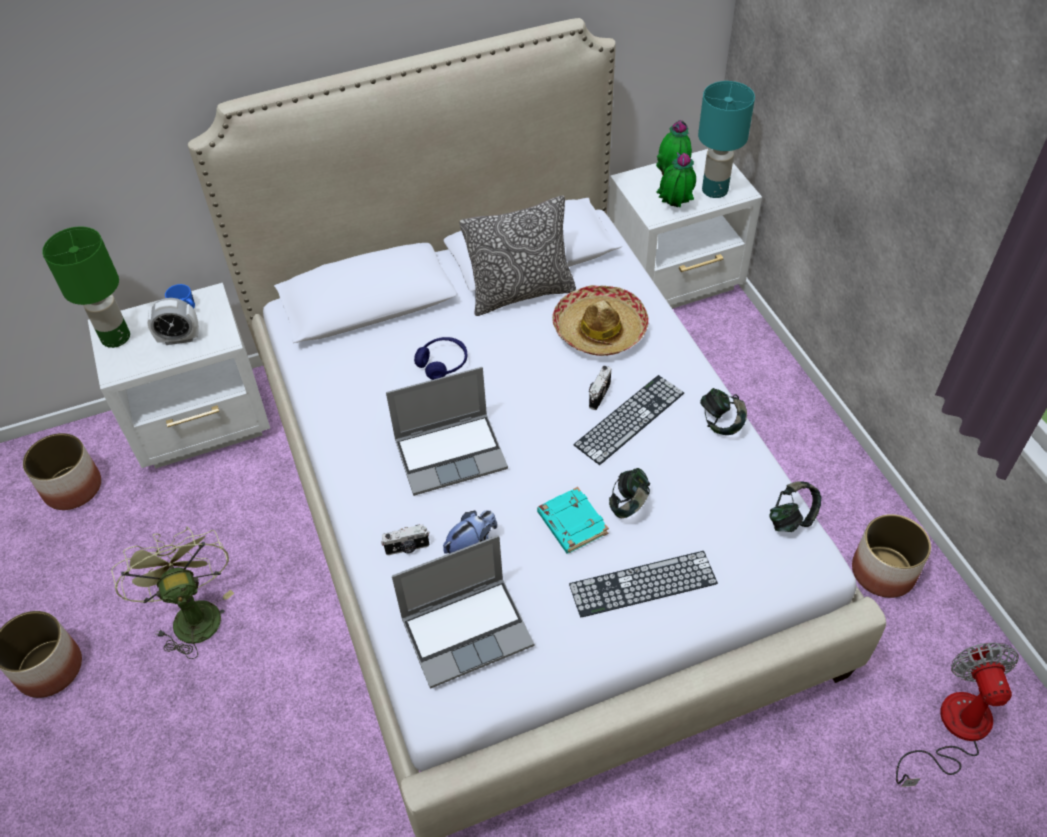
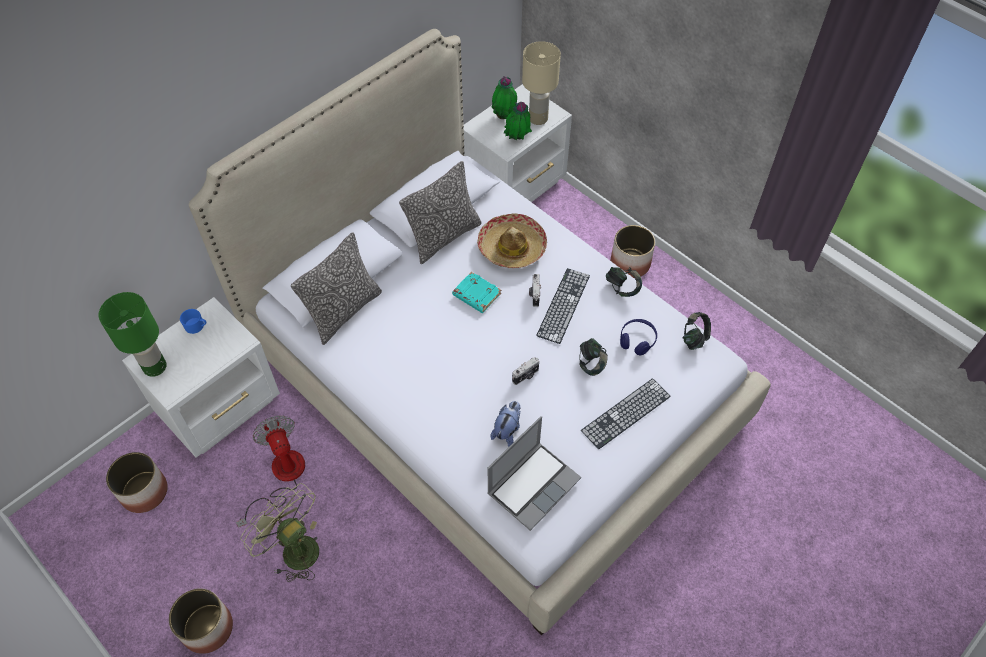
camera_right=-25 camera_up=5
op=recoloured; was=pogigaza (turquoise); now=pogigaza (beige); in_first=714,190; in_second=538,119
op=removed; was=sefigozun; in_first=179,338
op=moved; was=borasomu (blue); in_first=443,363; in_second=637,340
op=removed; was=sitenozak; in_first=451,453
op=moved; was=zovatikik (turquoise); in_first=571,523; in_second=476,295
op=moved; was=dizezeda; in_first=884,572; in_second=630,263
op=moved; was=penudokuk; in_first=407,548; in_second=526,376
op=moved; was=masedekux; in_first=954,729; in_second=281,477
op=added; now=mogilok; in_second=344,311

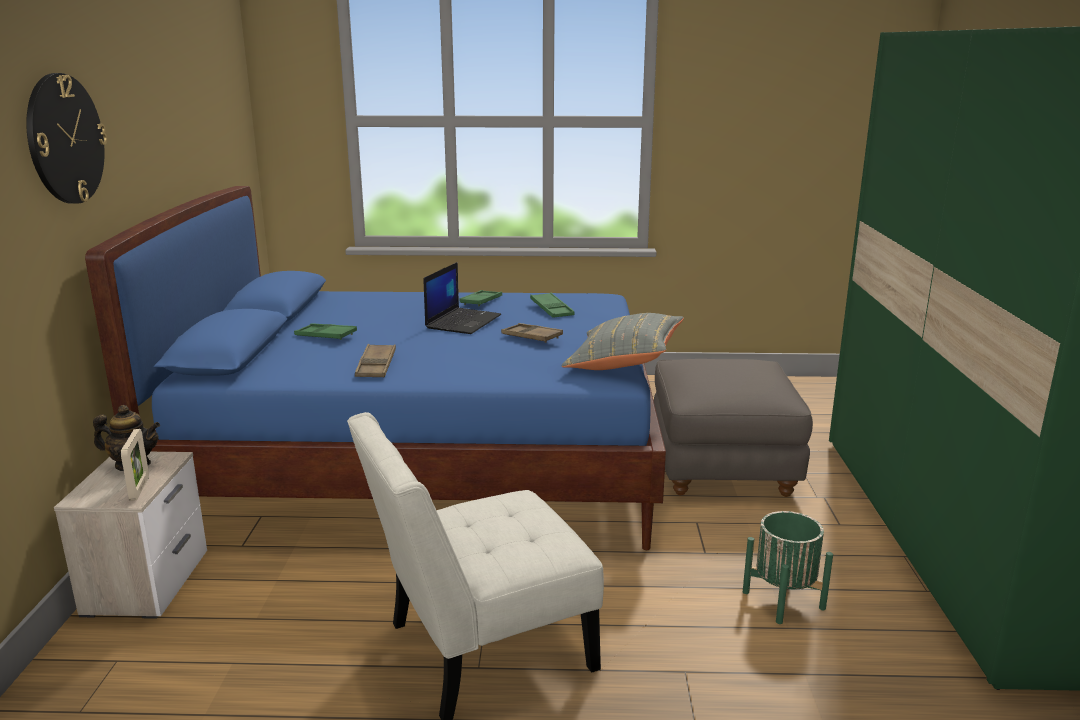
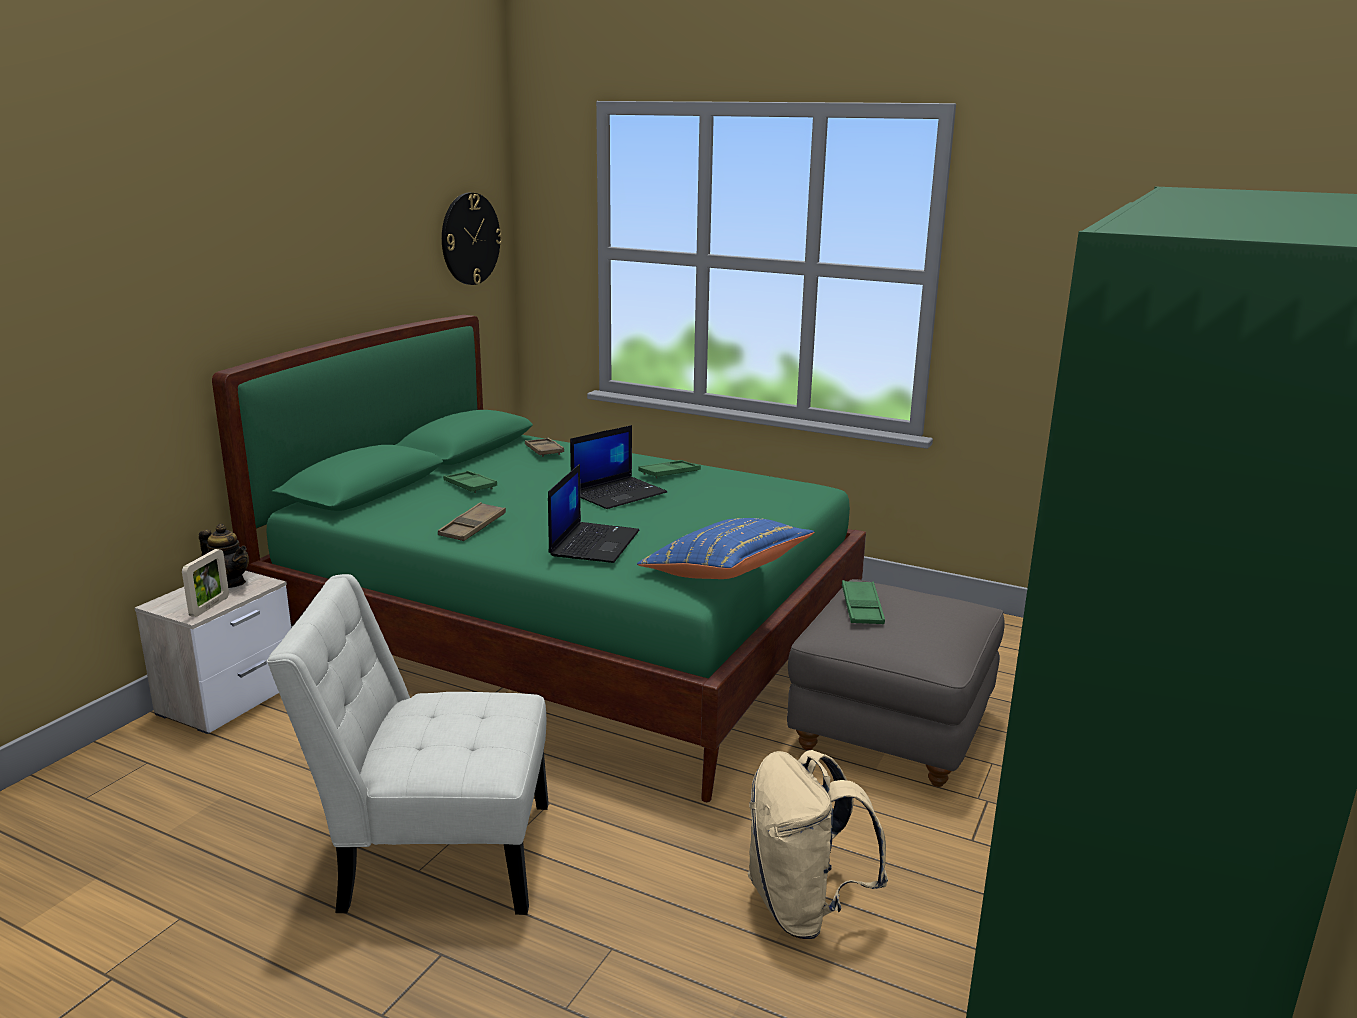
camera_right=25 camera_up=0
op=moved; was=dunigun; in_first=65,139; in_second=470,239
op=recoloured; was=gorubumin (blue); now=gorubumin (green); in_first=425,463; in_second=568,643
op=moved; was=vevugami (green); in_first=551,309; in_second=862,608
op=recoloured; was=mogilok (grey); now=mogilok (blue); in_first=623,362; in_second=725,573
op=moved; was=vevugami (brown); in_first=531,337; in_second=544,451
op=replaced; was=dizezeda (green); now=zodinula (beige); in_first=783,600; in_second=804,907
op=added; now=sitenozak; in_second=594,543

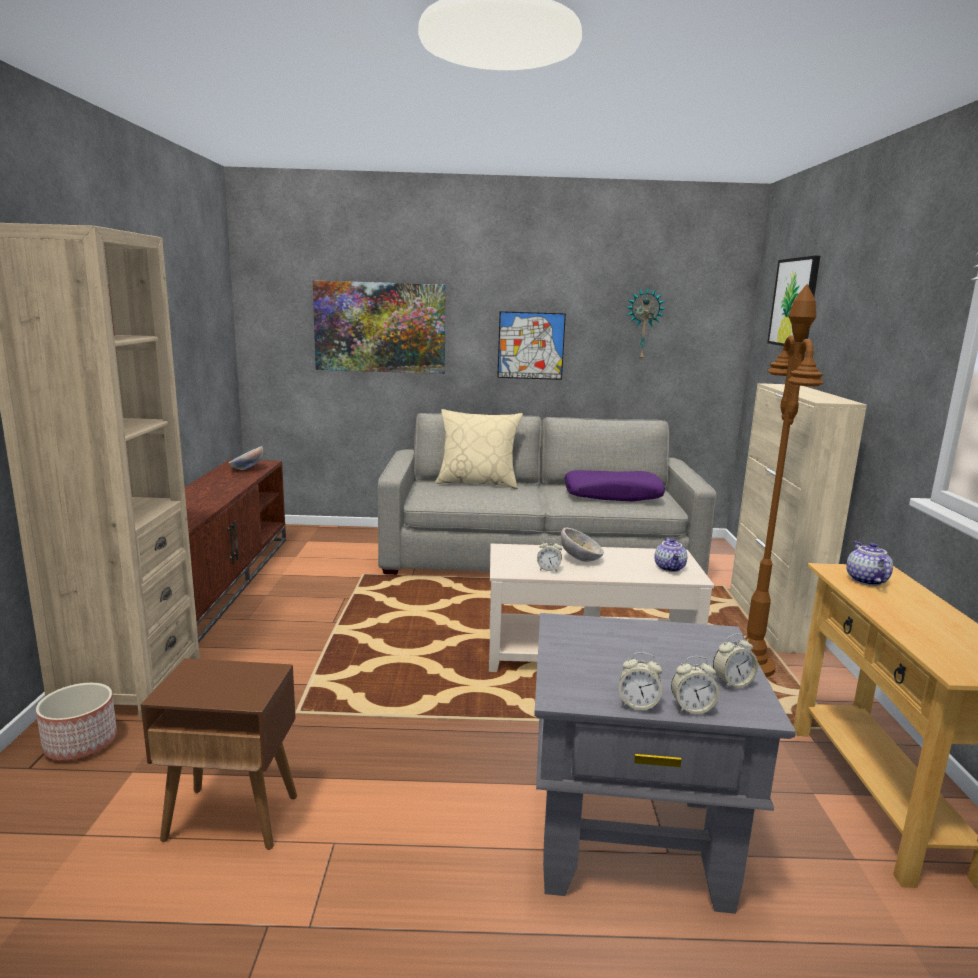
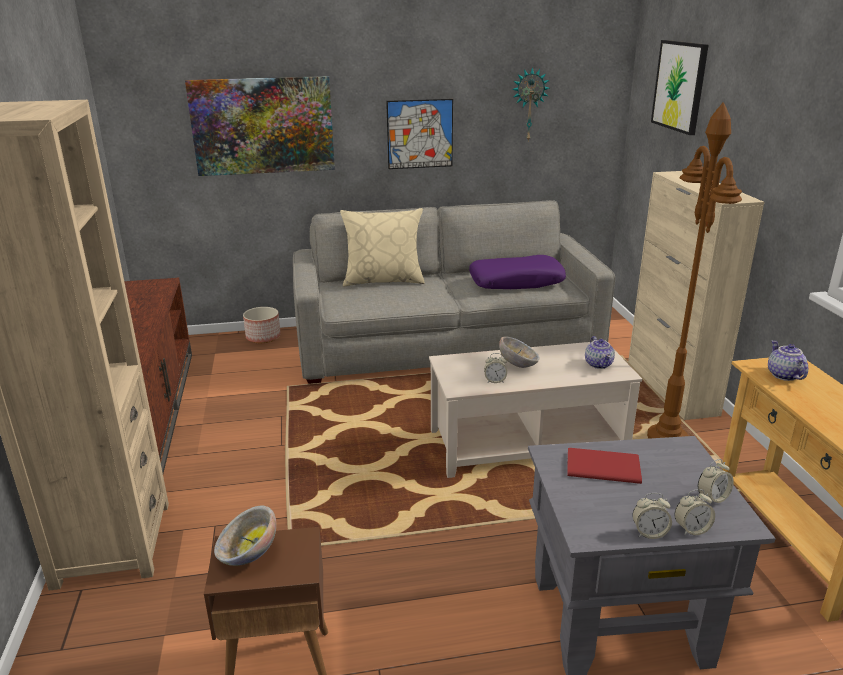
camera_right=-10 camera_up=10
op=moved; was=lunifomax; in_first=246,469; in_second=248,555
op=moved; was=dizezeda; in_first=82,743; in_second=263,337
op=added; now=zovatikik (red); in_second=601,466

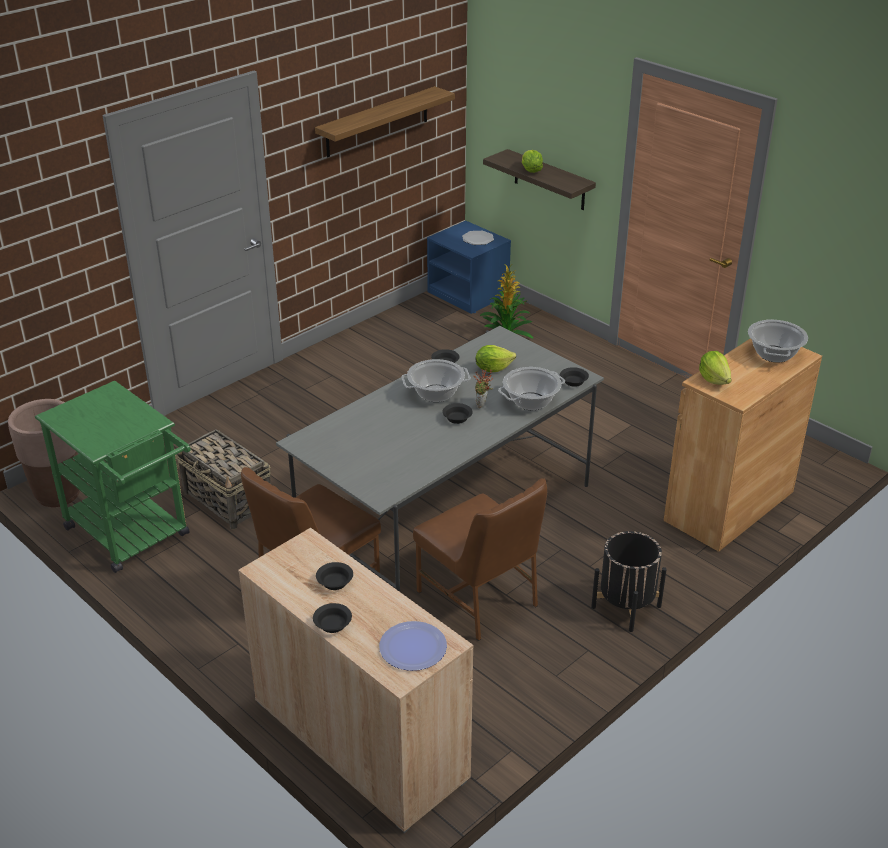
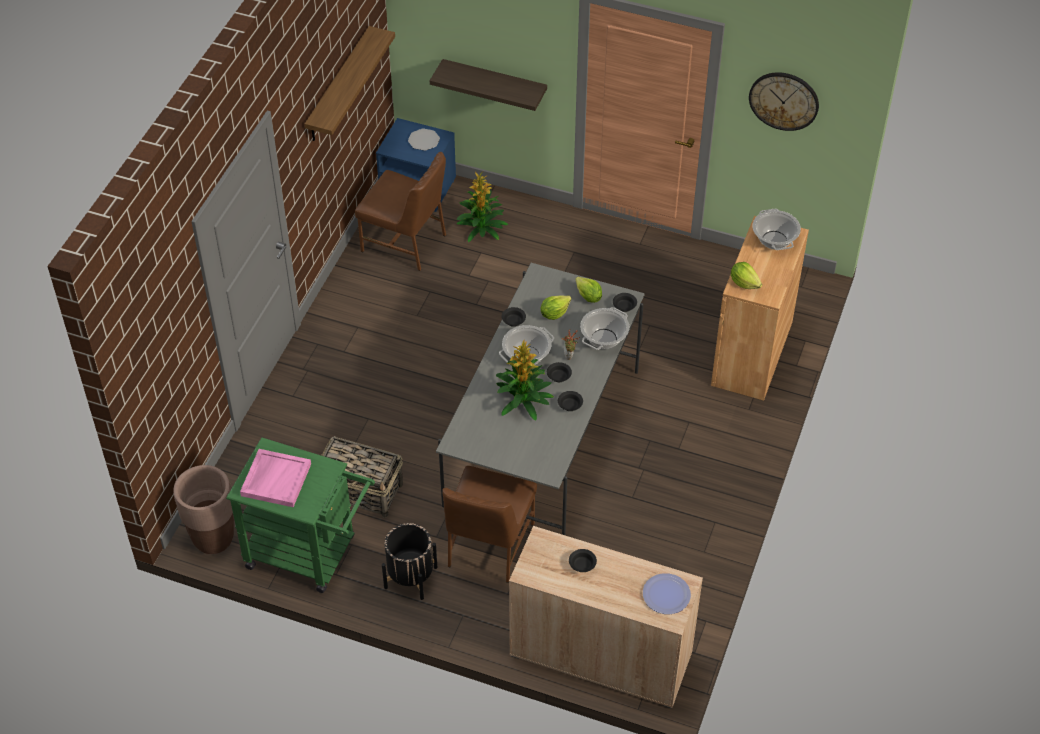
camera_right=-25 camera_up=15
op=moved; was=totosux; in_first=531,170; in_second=588,297
op=moved; was=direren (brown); in_first=479,599; in_second=405,243
op=moved; was=dizezeda (black); in_first=626,606; in_second=410,577
op=moved; was=lunifomax (black); in_first=332,625; in_second=570,405
op=added; now=dunigun; in_second=784,100
op=added; now=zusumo; in_second=523,400
op=added; now=vevugami (pink); in_second=276,479

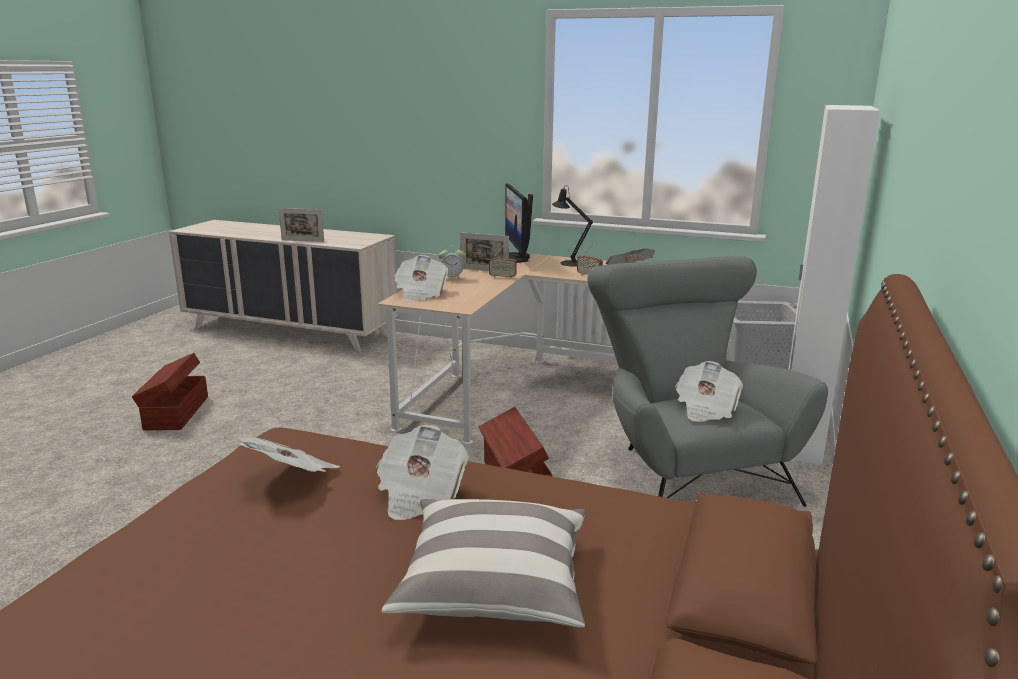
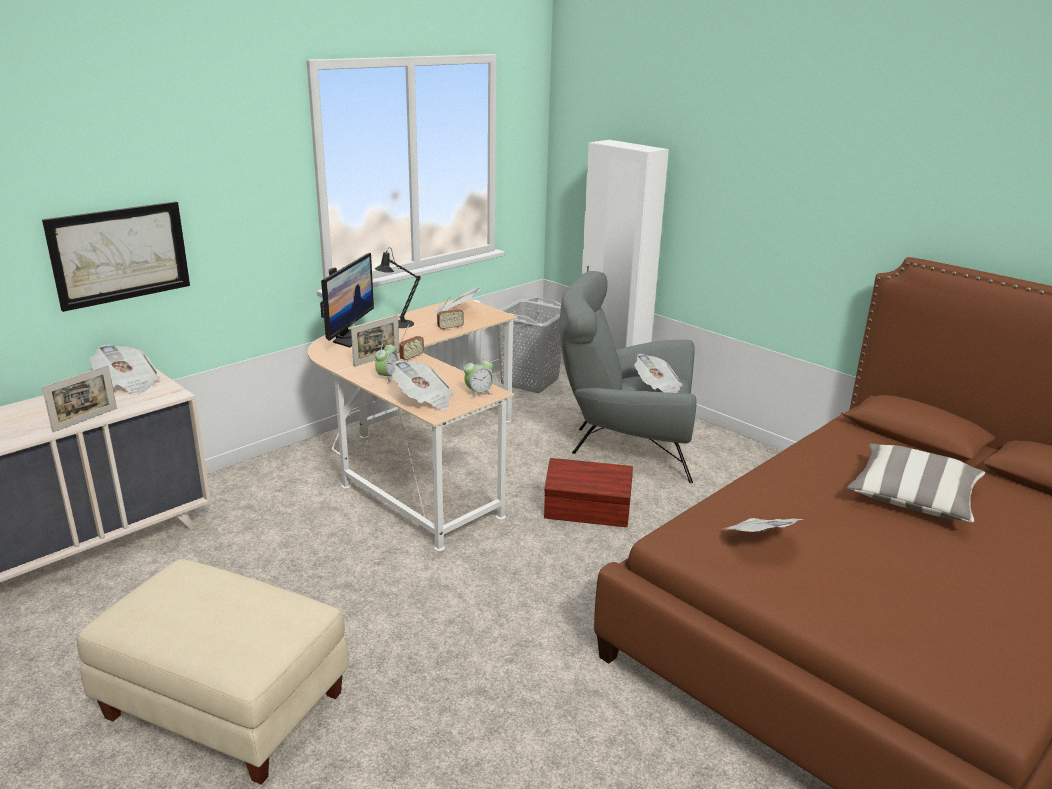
camera_right=-65 camera_up=5
op=turned; was=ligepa; in_first=517,258; in_second=349,337; clockwise=-90
op=replaced; was=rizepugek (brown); now=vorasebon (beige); in_first=175,413; in_second=227,704
op=moved; was=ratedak; in_first=420,495; in_second=128,384
op=added; now=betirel; in_second=120,254
op=added; now=sefigozun; in_second=478,393

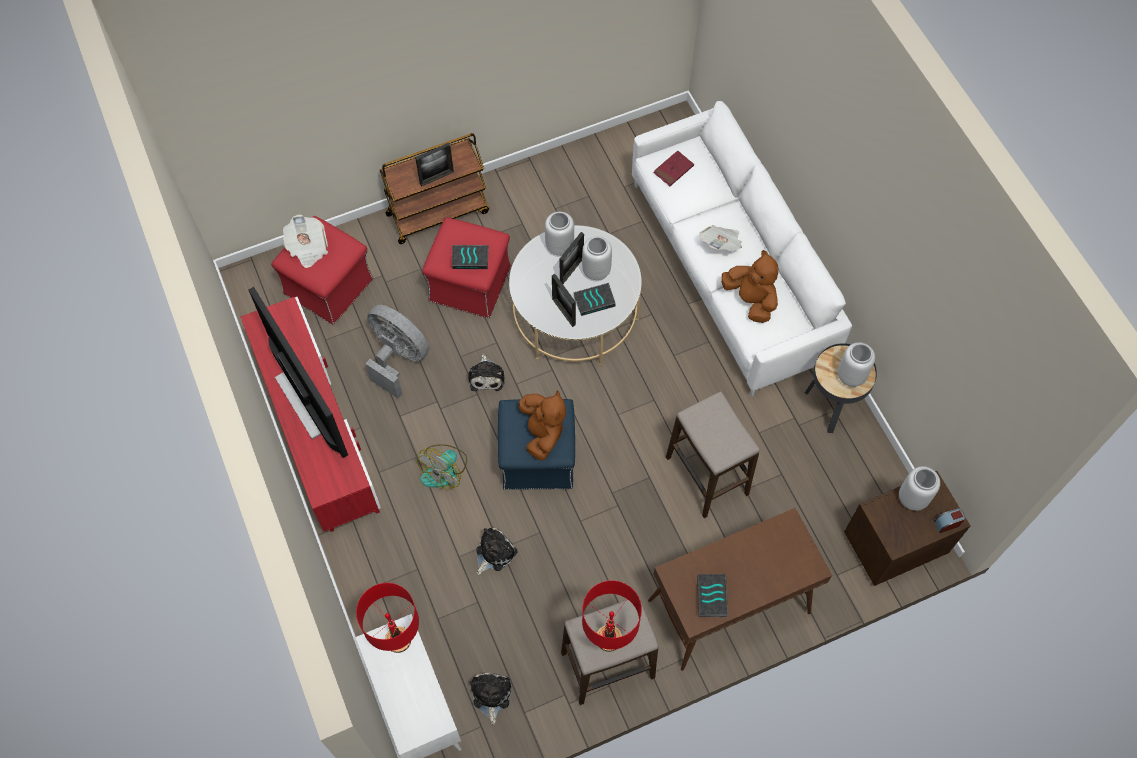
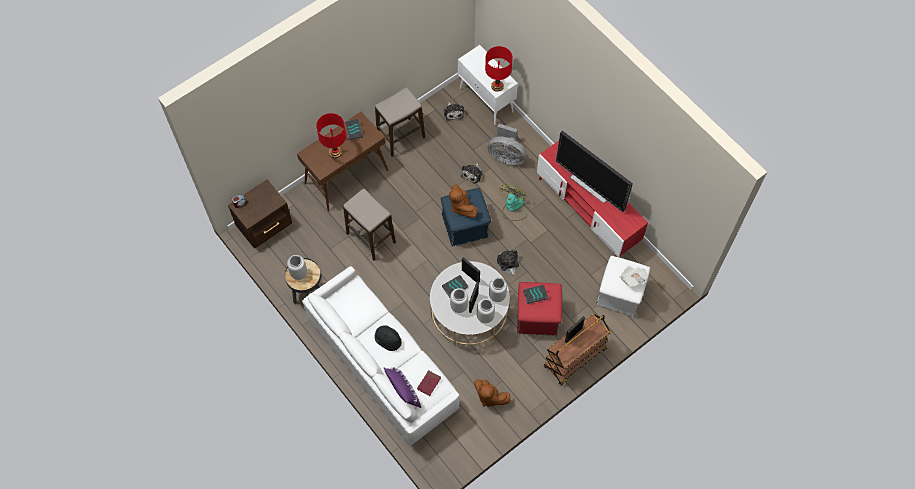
camera_right=165 camera_up=0
op=recoloured; was=vorasebon (red); now=vorasebon (white); in_first=329,285; in_second=620,294
op=replaced; was=ratedak; now=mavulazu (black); in_first=721,244; in_second=388,340
op=moved; was=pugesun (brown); in_first=750,300; in_second=489,397
op=moved; was=masedekux (grey); in_first=398,358; in_second=506,156
op=moved; was=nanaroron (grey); in_first=913,498; in_second=497,295
op=moved; was=pogigaza (red); in_first=609,638; in_second=335,152
op=added; now=mogilok (purple); in_second=403,394

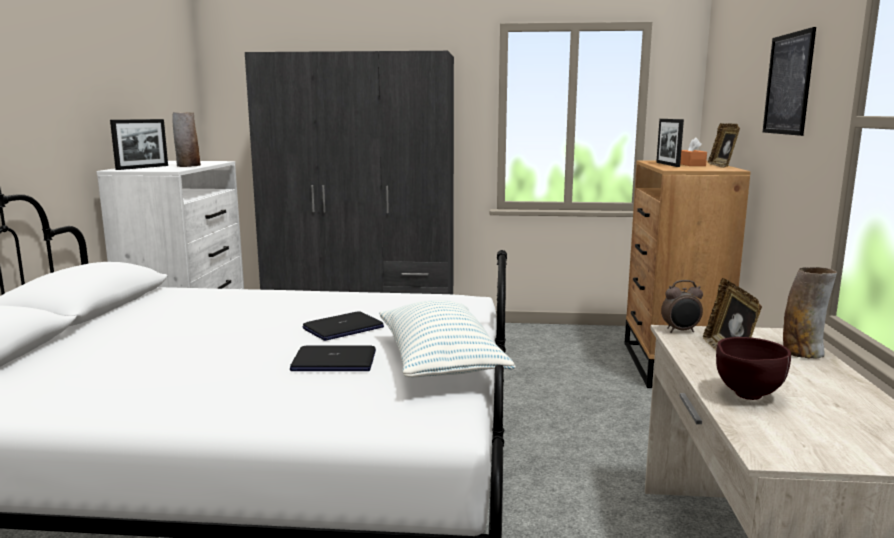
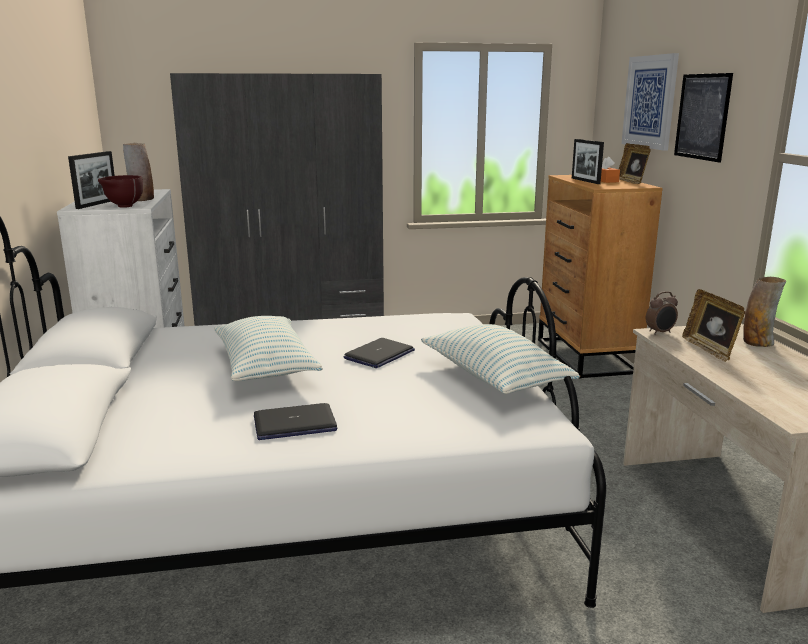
camera_right=-15 camera_up=5
op=moved; was=lunifomax (brown); in_first=746,396; in_second=123,206
op=moved; was=sitenozak; in_first=333,361; in_second=294,424
op=added; now=betirel; in_second=650,102
op=added; now=mogilok; in_second=265,367

